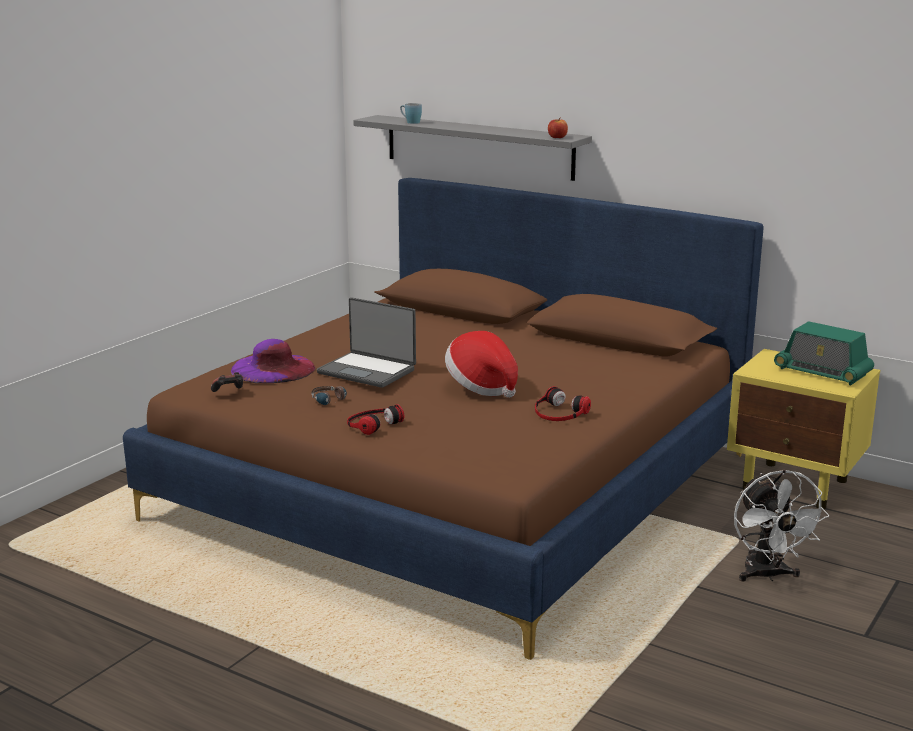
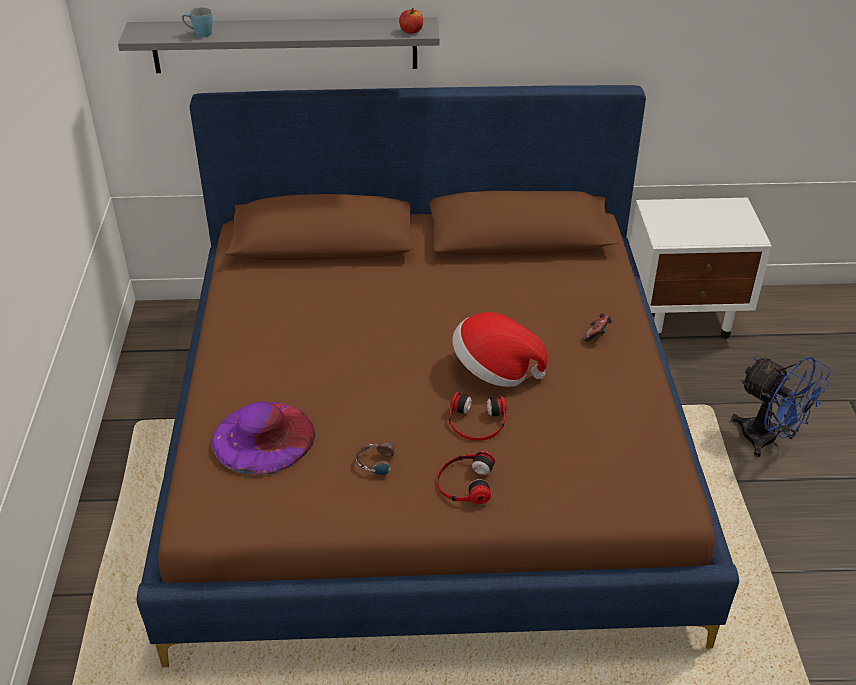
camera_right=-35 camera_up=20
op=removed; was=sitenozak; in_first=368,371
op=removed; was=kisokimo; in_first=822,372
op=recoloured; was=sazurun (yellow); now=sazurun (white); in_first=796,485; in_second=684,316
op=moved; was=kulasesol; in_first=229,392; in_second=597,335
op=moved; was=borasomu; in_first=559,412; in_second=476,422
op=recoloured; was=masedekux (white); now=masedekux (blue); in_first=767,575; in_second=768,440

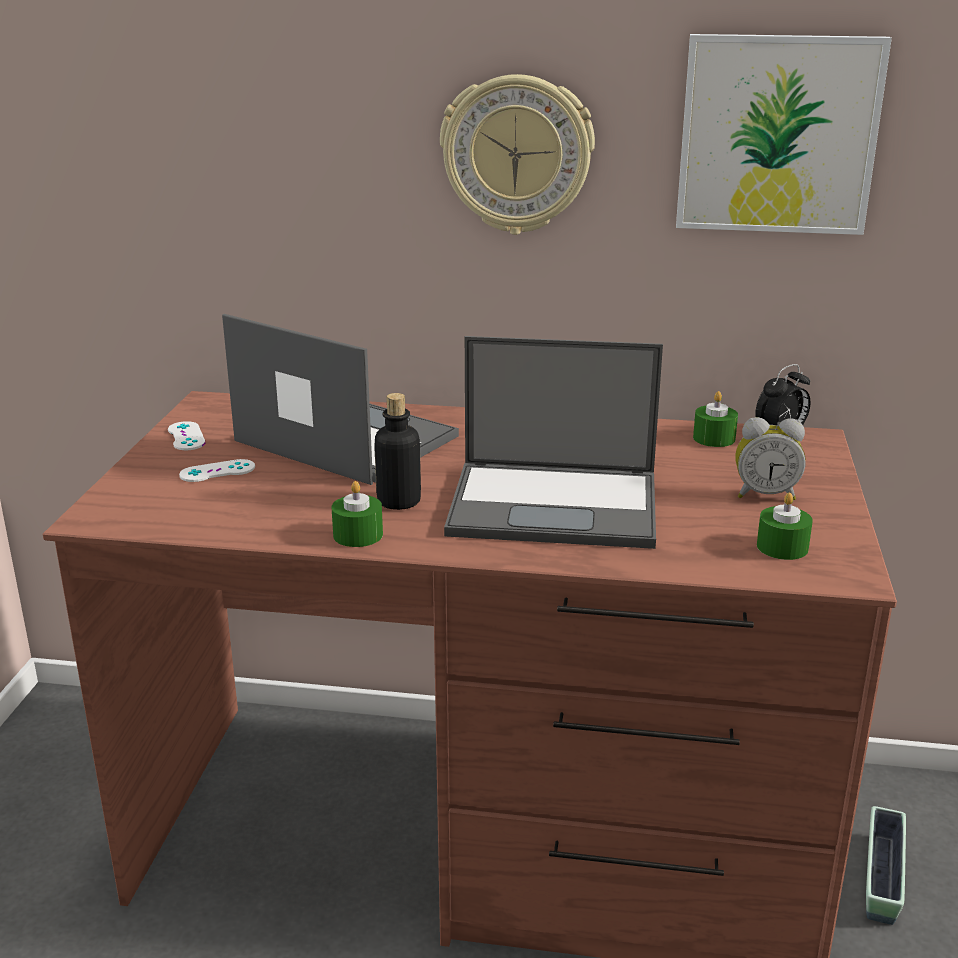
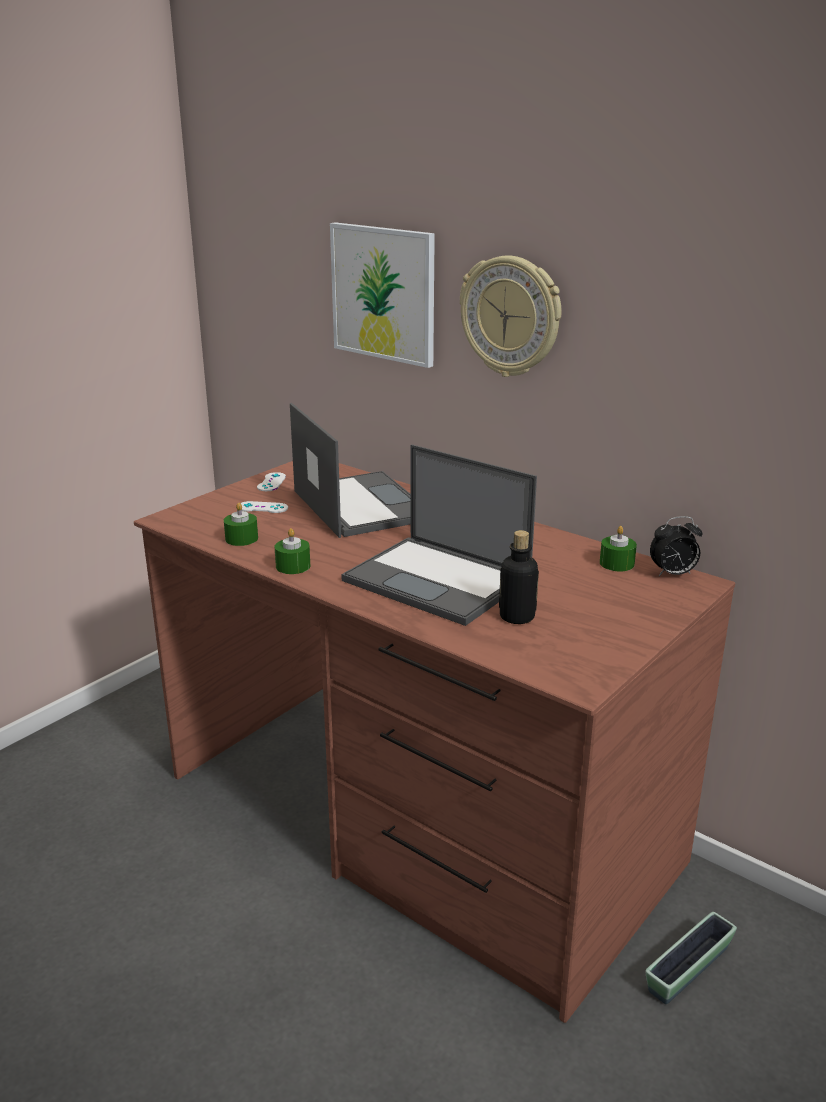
camera_right=30 camera_up=0
op=moved; was=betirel; in_first=777,135; in_second=383,293
op=moved; was=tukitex; in_first=399,501; in_second=517,616
op=removed; was=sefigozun; in_first=765,494
op=moved; was=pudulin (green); in_first=782,547; in_second=241,538

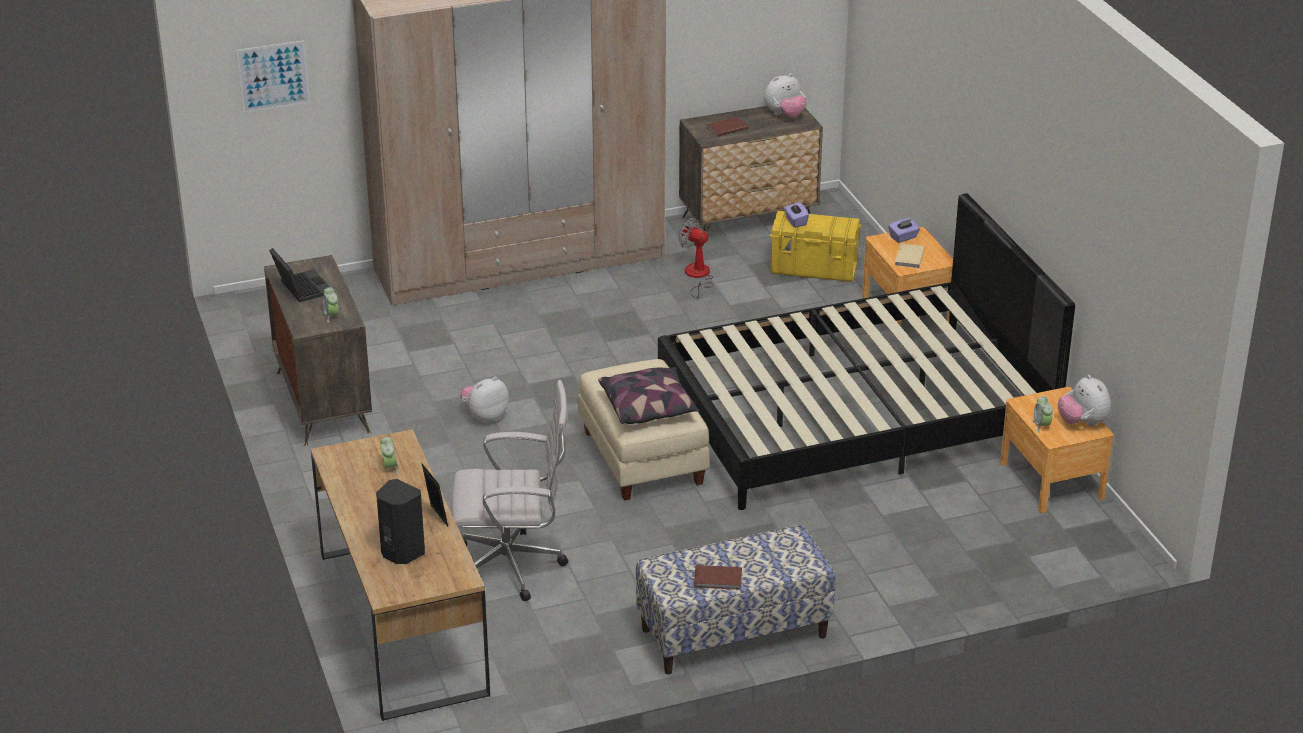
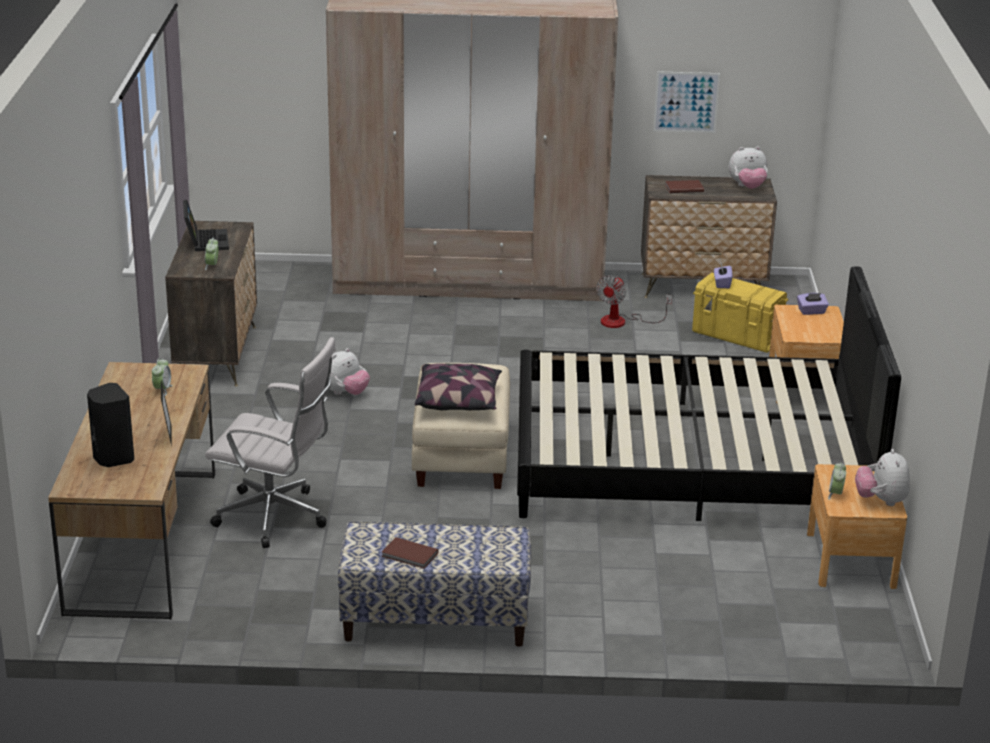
camera_right=20 camera_up=-5
op=moved; was=betirel; in_first=273,76; in_second=686,102
op=turned; was=masedekux; in_first=697,276; in_second=622,321; clockwise=-120
op=removed; was=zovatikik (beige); in_first=908,257
op=turned; was=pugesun; in_first=485,416; in_second=346,393; clockwise=150

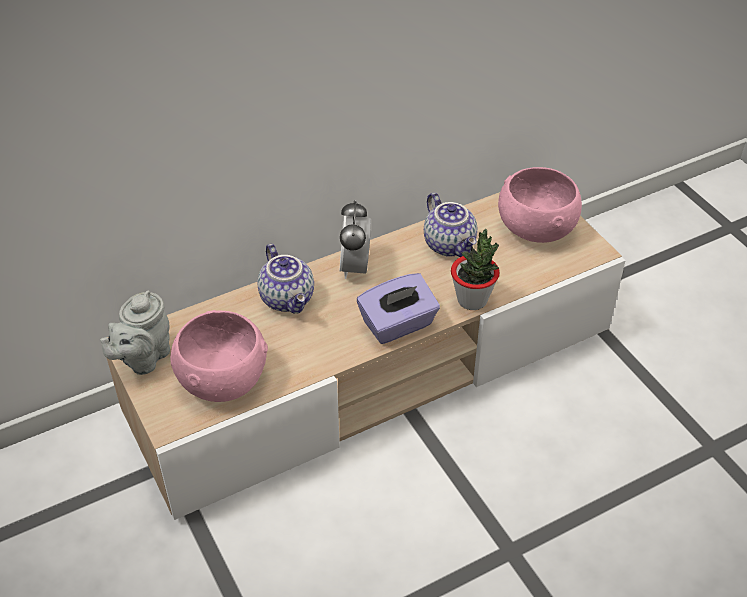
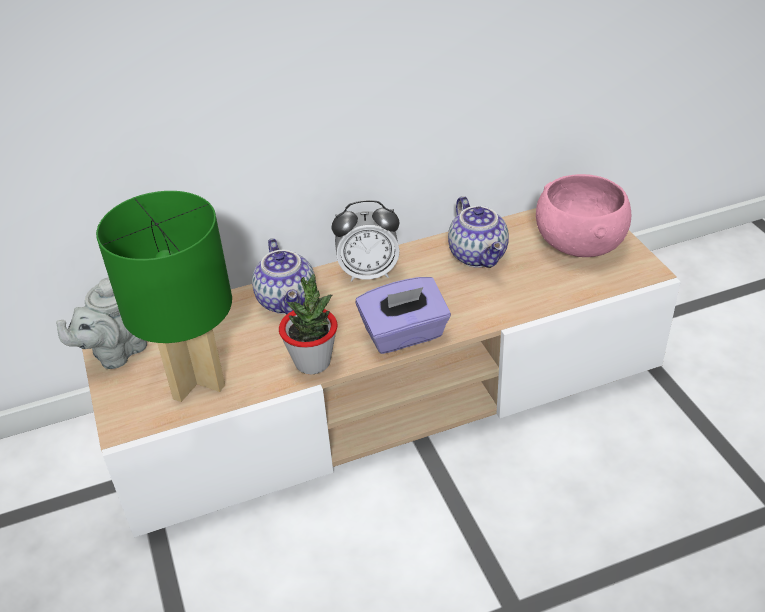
camera_right=10 camera_up=-5
op=turned; was=sefigozun; in_first=355,267; in_second=368,273; clockwise=-105
op=moved; was=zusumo; in_first=472,300; in_second=313,362
op=replaced; was=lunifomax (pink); now=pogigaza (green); in_first=221,379; in_second=194,379

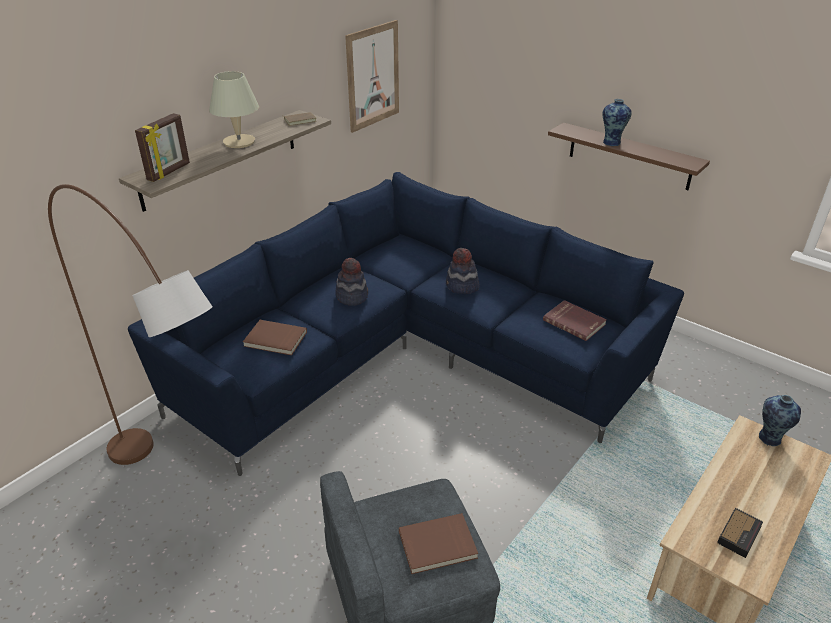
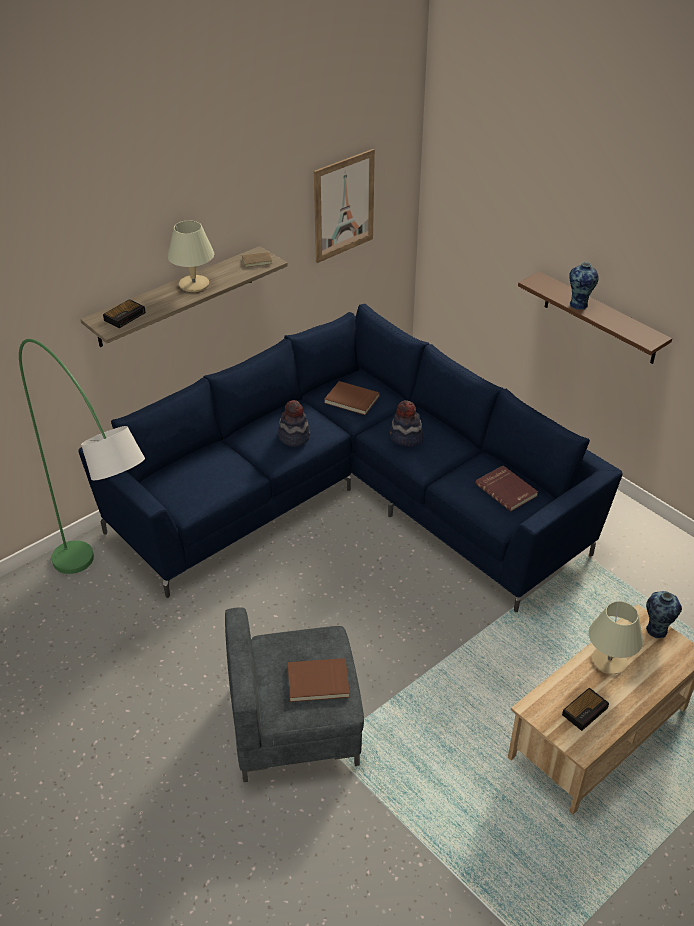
camera_right=10 camera_up=5
op=replaced; was=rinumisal; now=sefigozun; in_first=169,172; in_second=125,316
op=recoloured; was=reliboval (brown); now=reliboval (green); in_first=181,488; in_second=113,602
op=moved; was=zovatikik (brown); in_first=275,340; in_second=351,400
op=added; now=pogigaza (beige); in_second=608,661

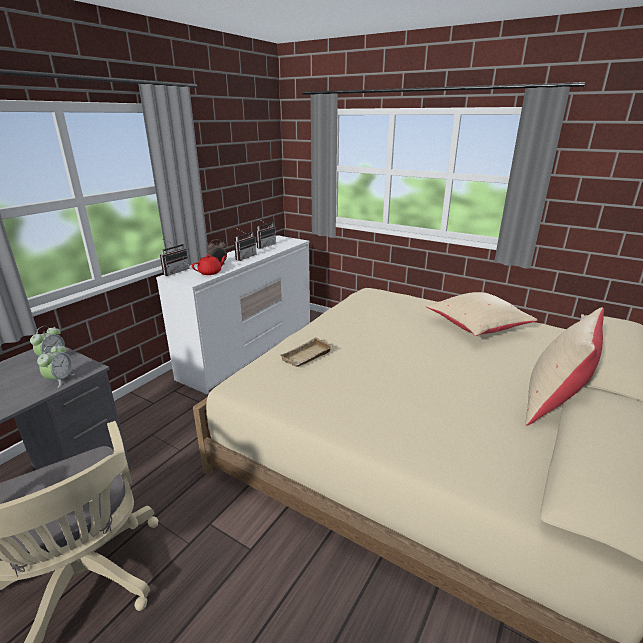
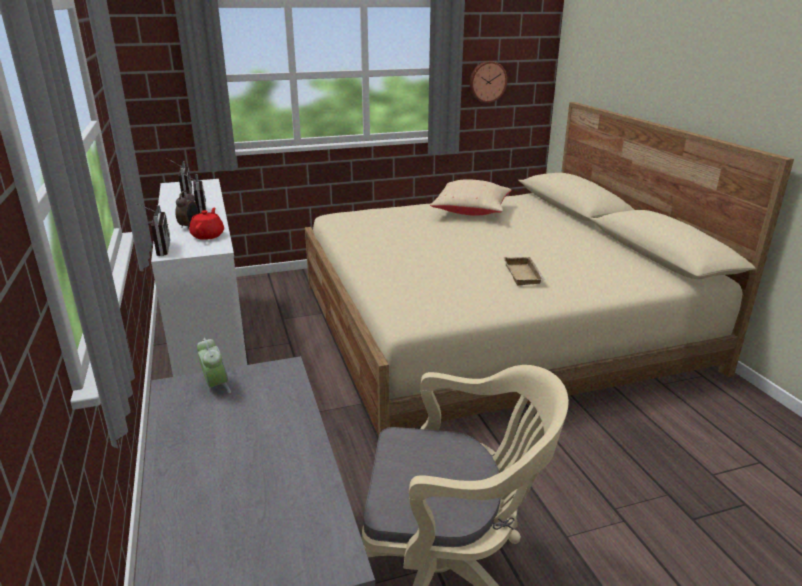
camera_right=-50 camera_up=0
op=removed; was=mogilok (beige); in_first=553,402
op=moved; was=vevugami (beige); in_first=307,357; in_second=524,275
op=removed; was=sefigozun; in_first=60,380
op=added; now=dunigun; in_second=487,81

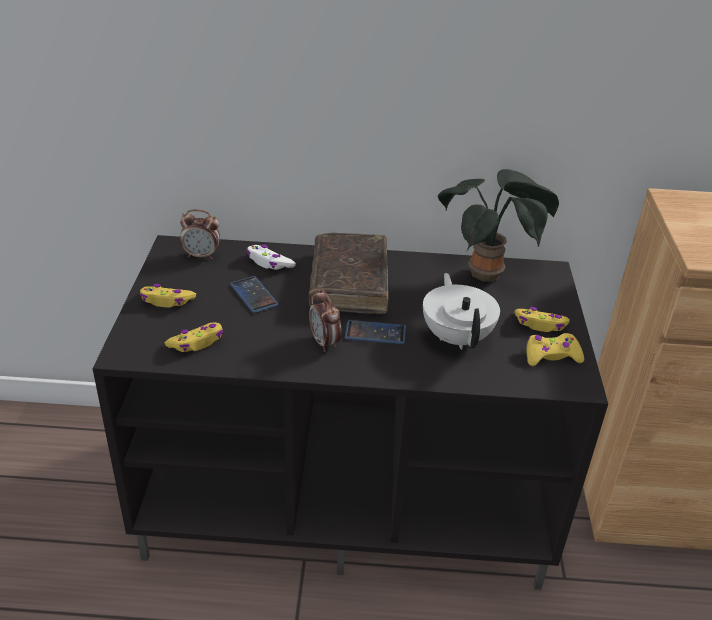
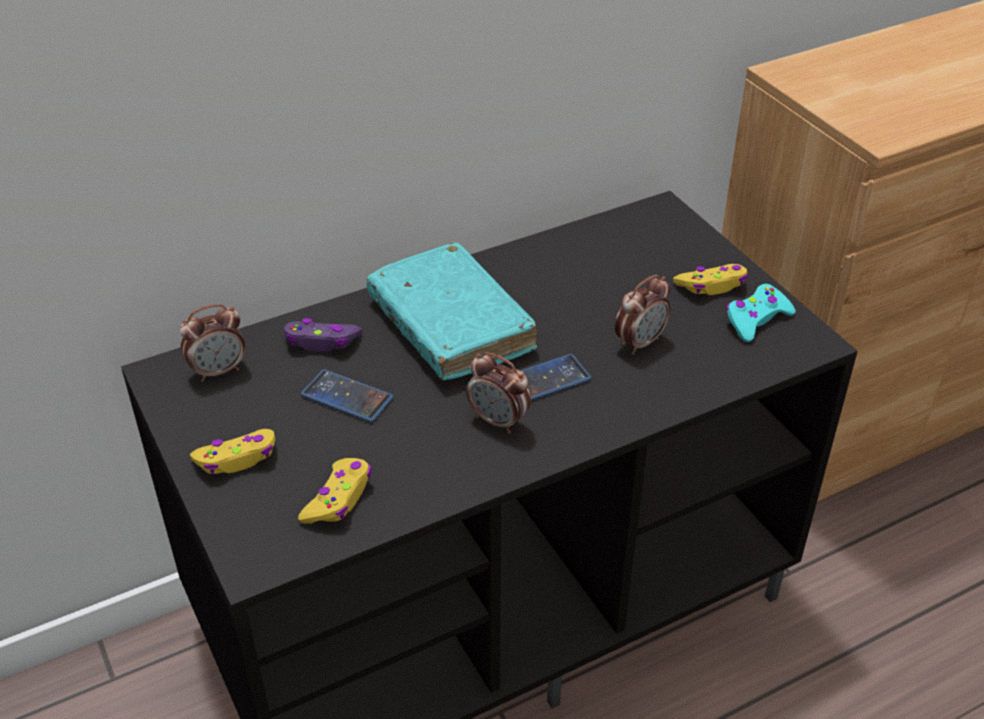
camera_right=-30 camera_up=5
op=removed; was=zusumo; in_first=488,273
op=recoloured; was=zovatikik (brown); now=zovatikik (turquoise); in_first=349,282; in_second=450,325
op=recoloured; was=kulasesol (white); now=kulasesol (purple); in_first=269,263; in_second=322,341
op=replaced; was=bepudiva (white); now=sefigozun; in_first=457,337; in_second=640,342
op=recoloured; was=kulasesol (yellow); now=kulasesol (turquoise); in_first=551,356; in_second=756,319

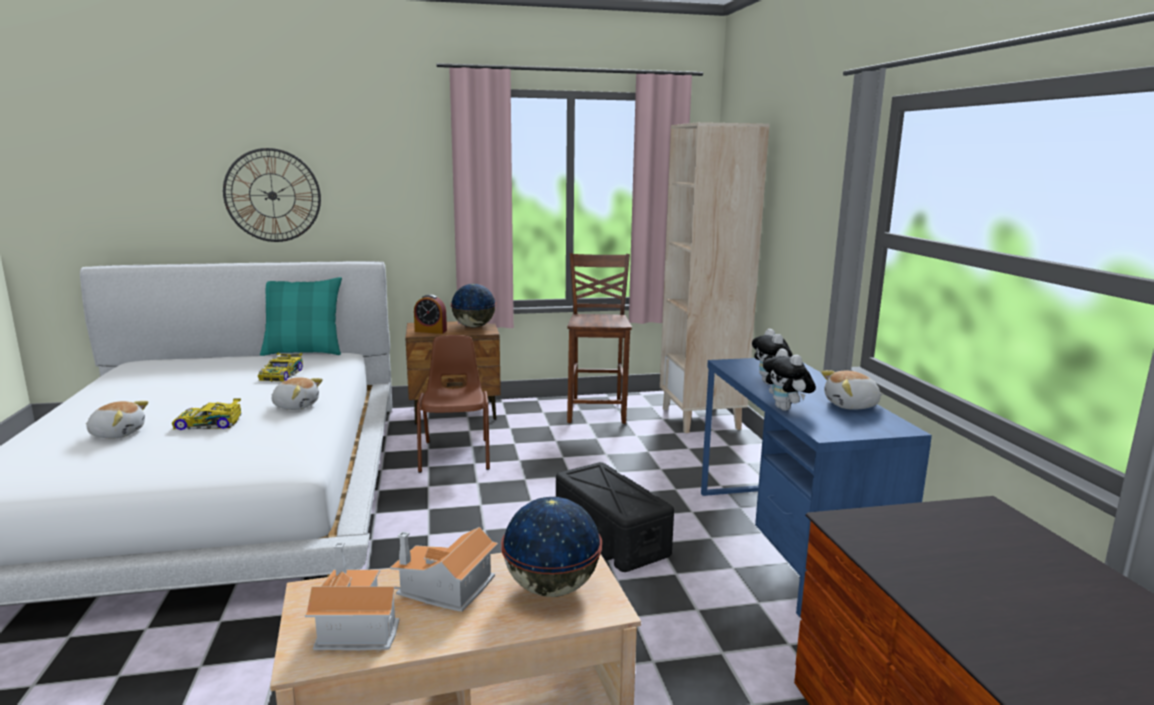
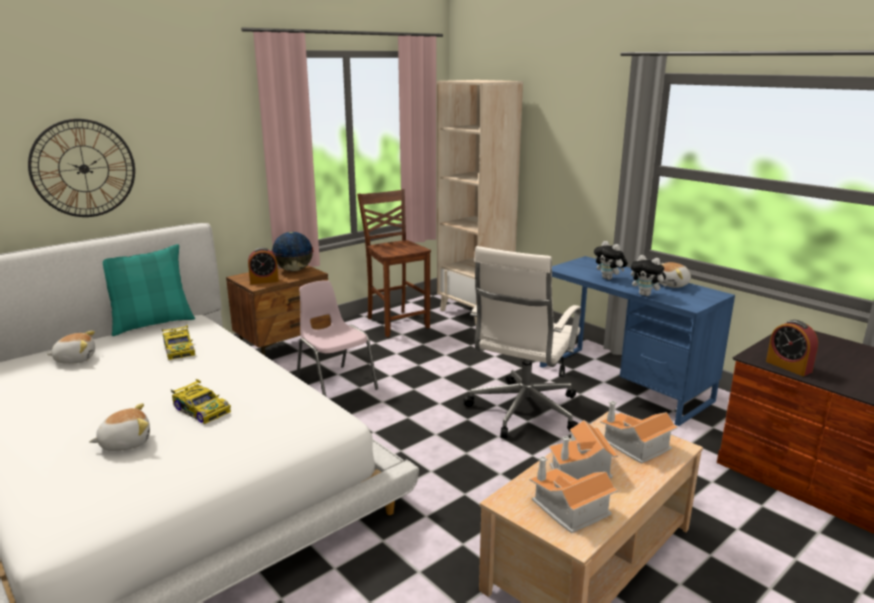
camera_right=-30 camera_up=5
op=recoloured; was=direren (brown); now=direren (pink); in_first=456,455; in_second=335,384
op=moved; was=pugesun; in_first=296,406; in_second=75,359
op=turned; was=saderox; in_first=209,424; in_second=201,409; clockwise=-105
op=replaced; was=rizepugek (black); now=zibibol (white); in_first=610,536; in_second=522,412
op=replaced; was=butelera; now=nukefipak; in_first=551,588; in_second=634,446
op=added; now=sefigozun; in_second=788,366

